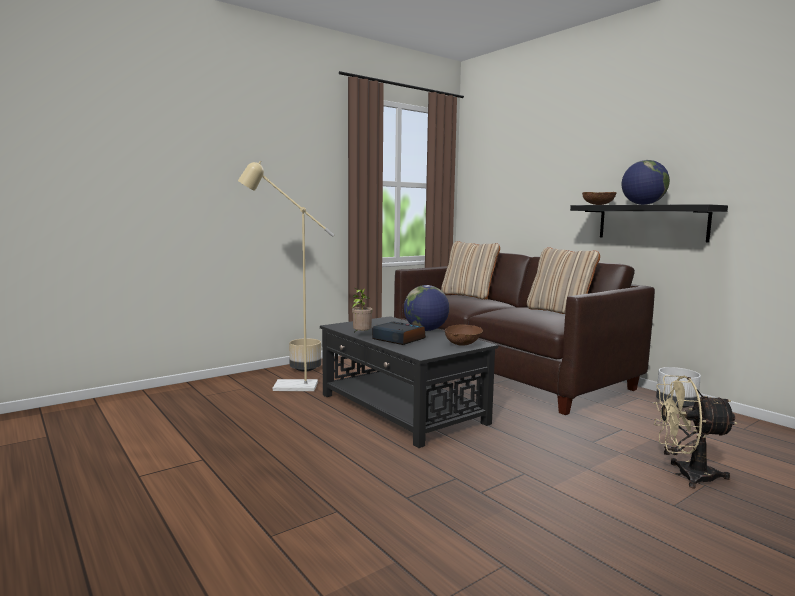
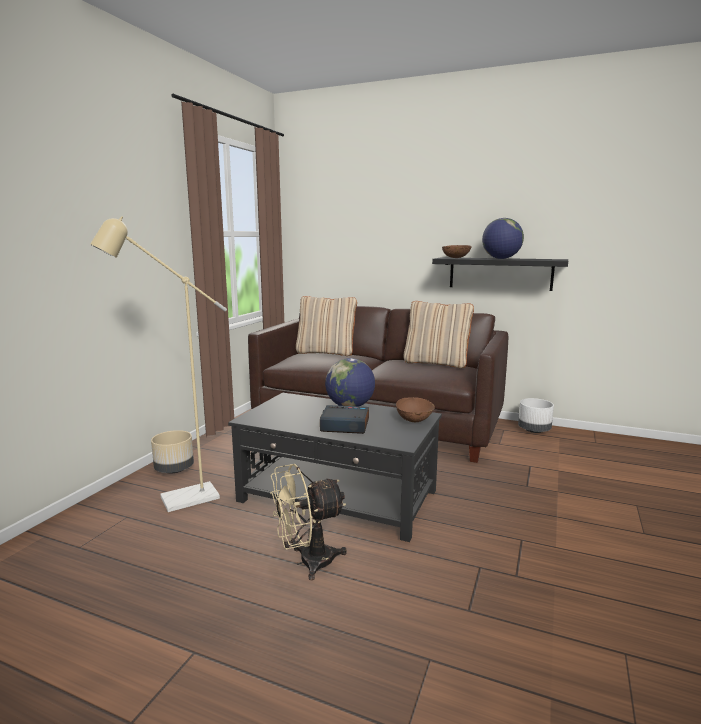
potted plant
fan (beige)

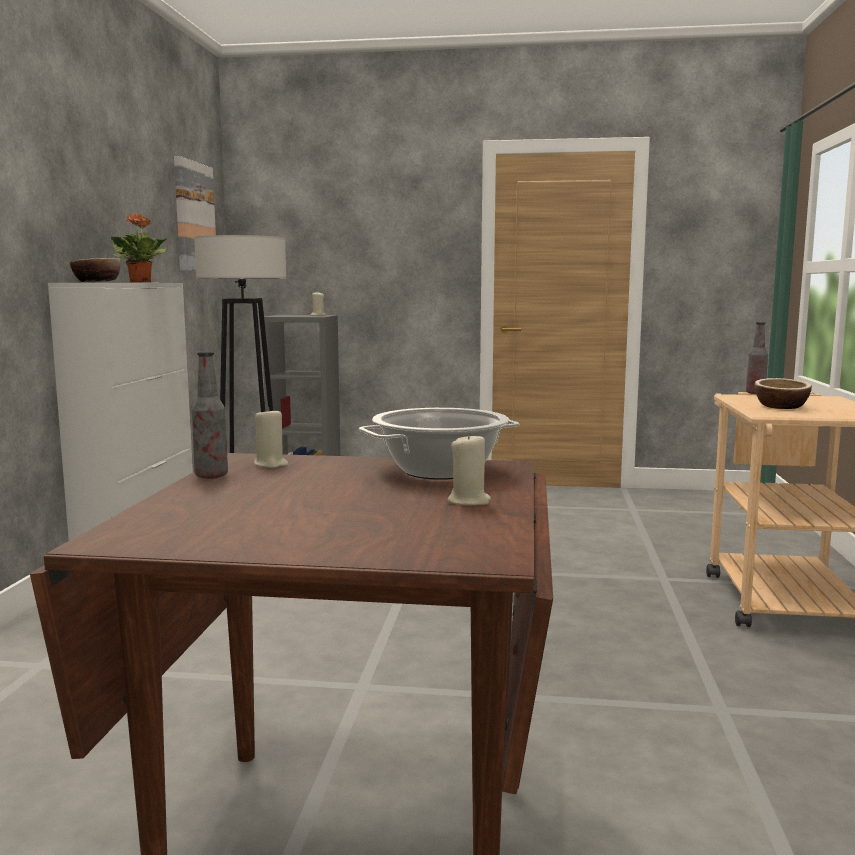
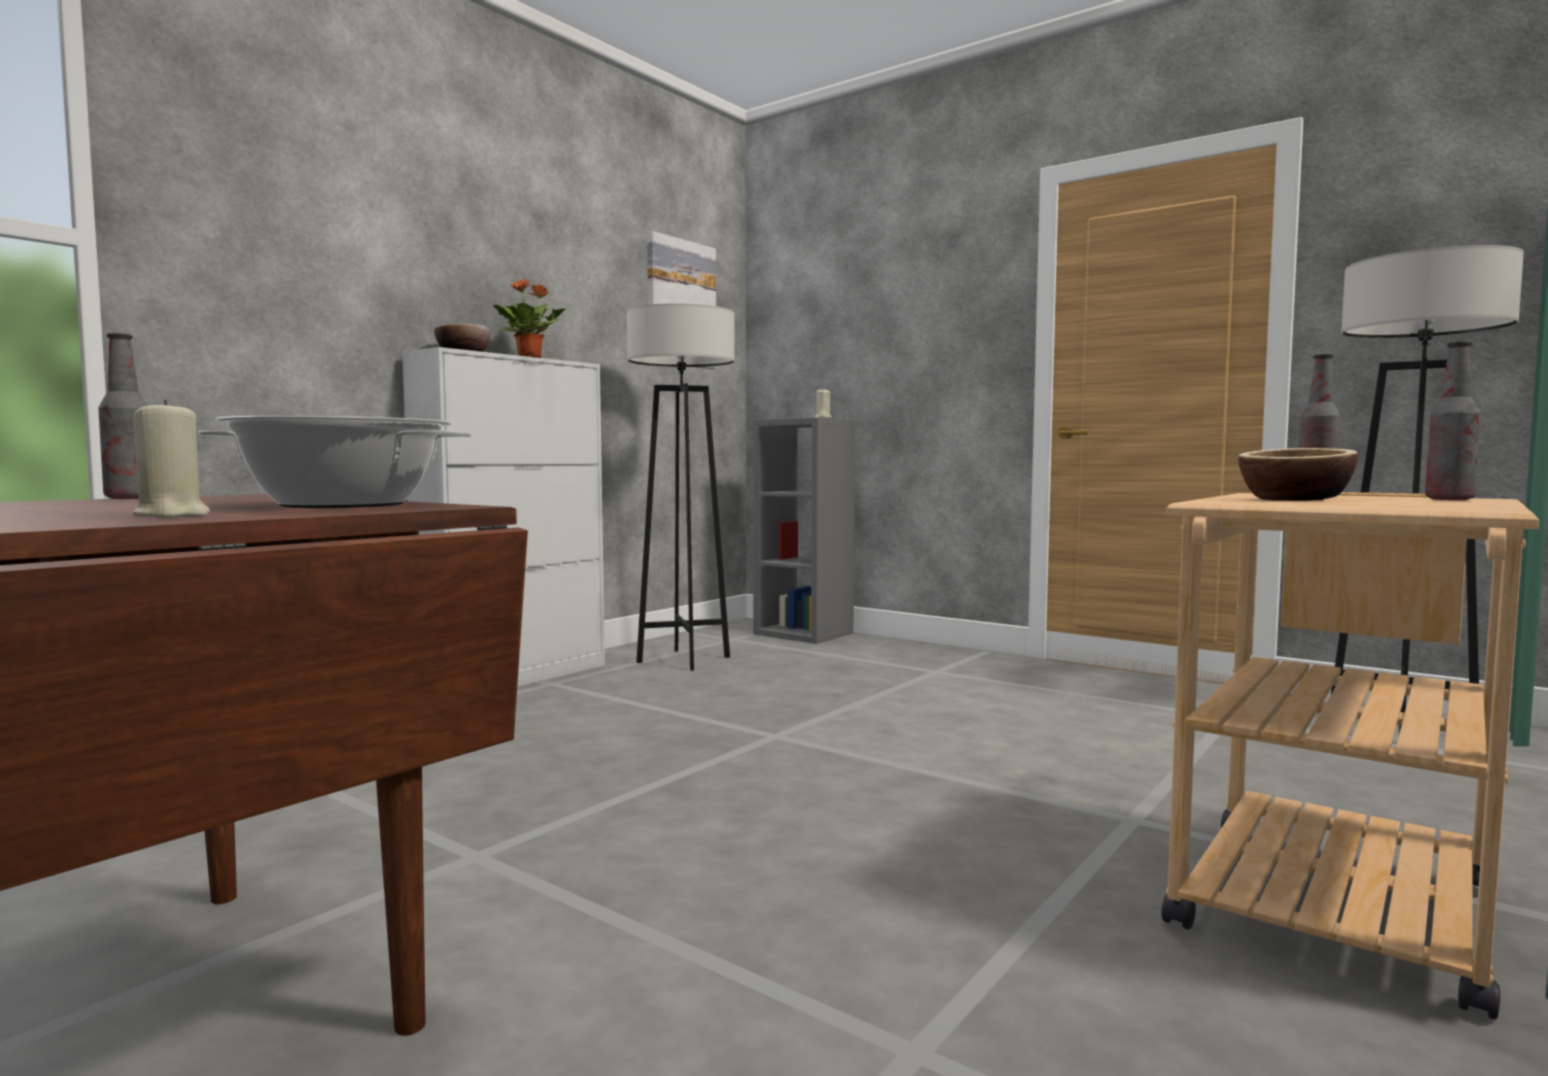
candle (beige) (no. 1 from left in the first image)
floor lamp (black) (no. 2 from left)
bottle (no. 3 from left)

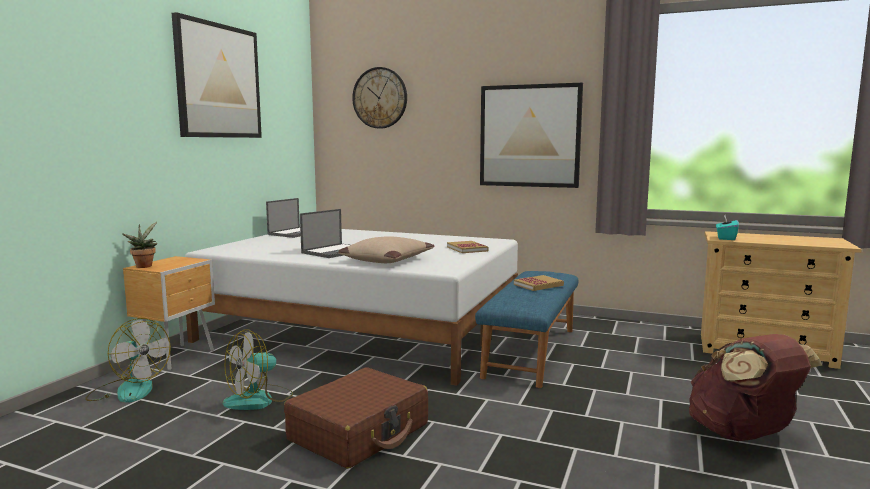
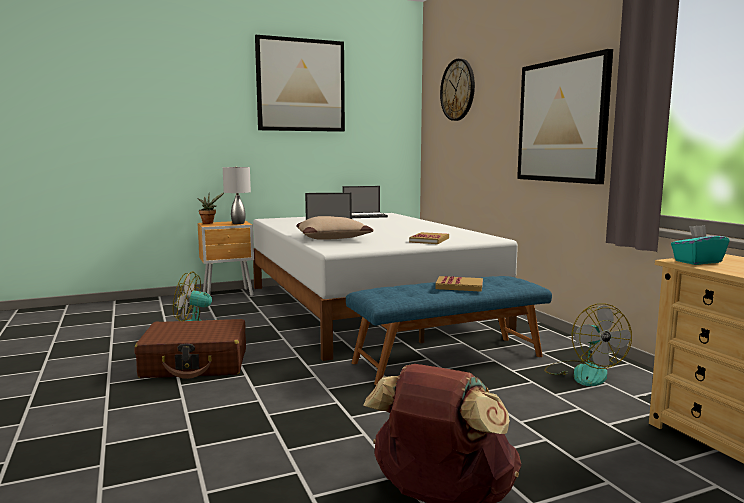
fan (no. 2 from left)
table lamp (grey)

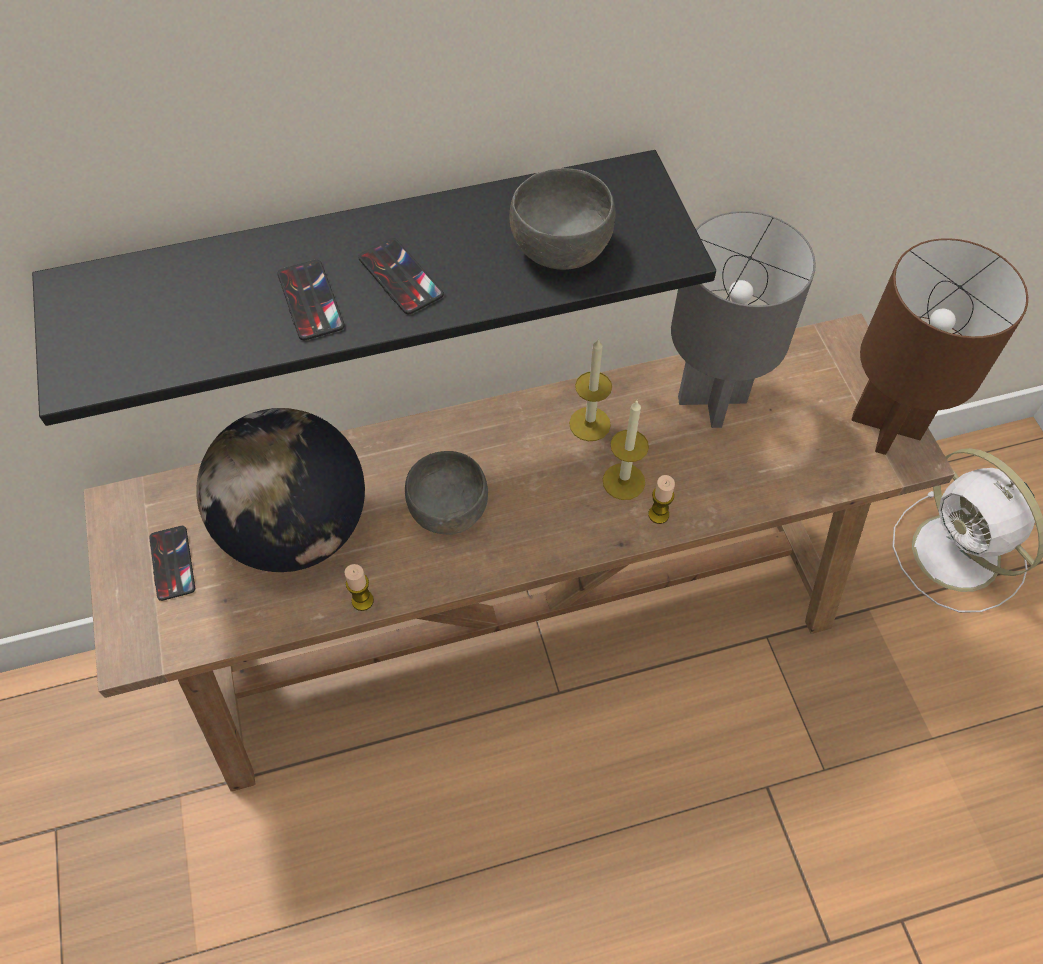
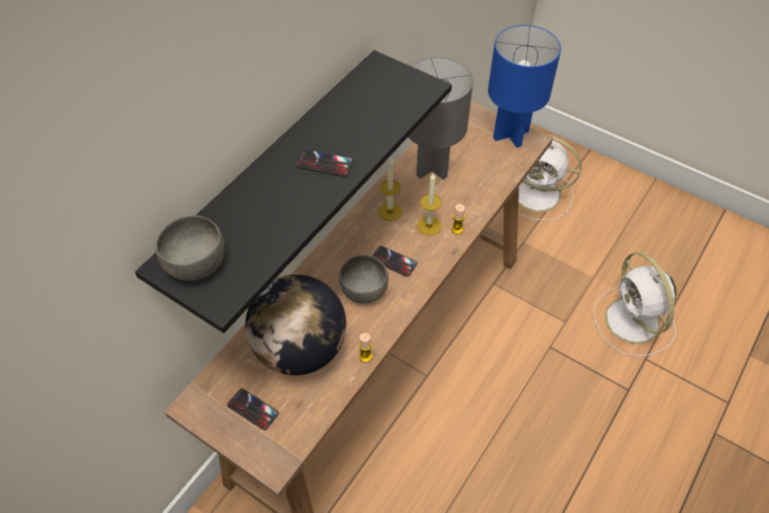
phone (no. 3 from left)
bowl (grey) (no. 1 from left)
table lamp (blue)
fan (white) (no. 2 from left)

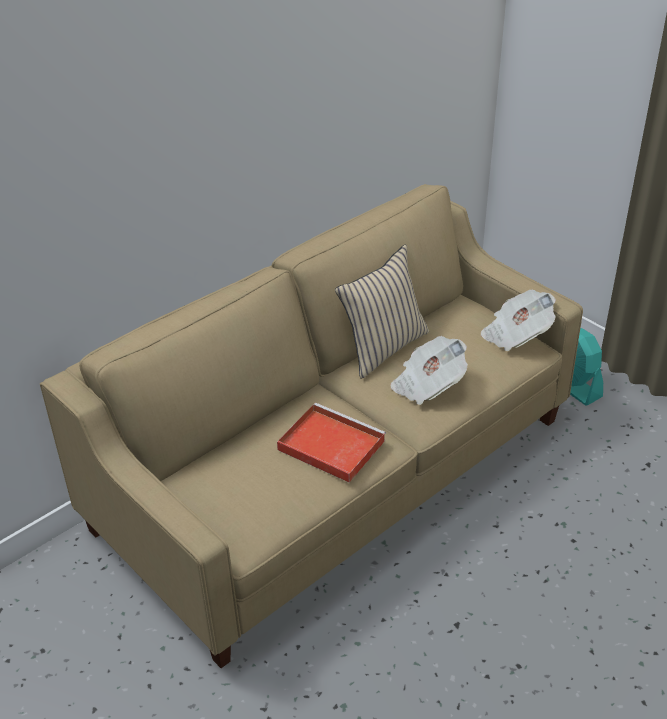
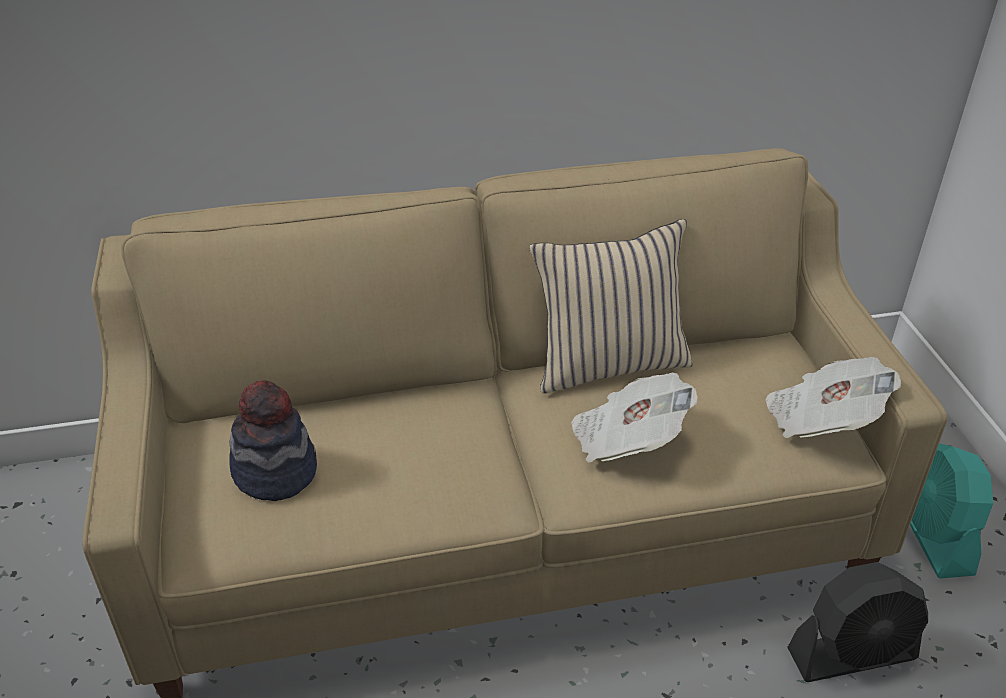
tray (red)
hat
fan (black)

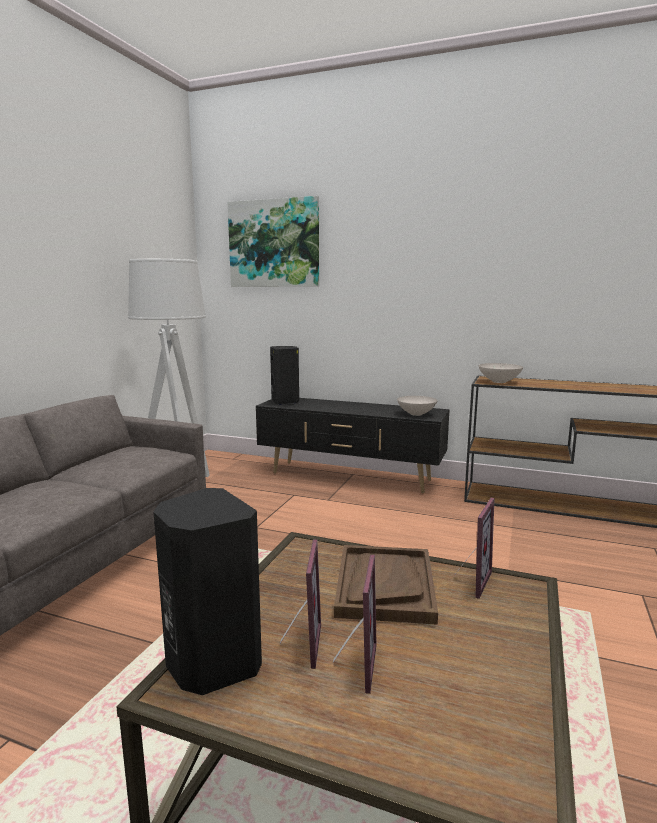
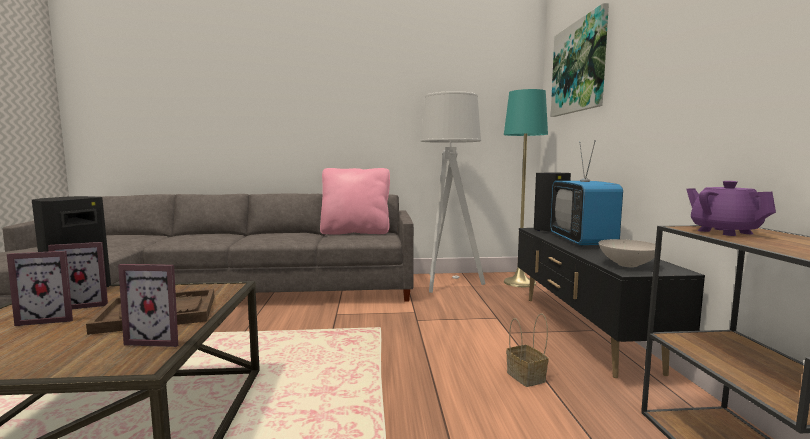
teapot (purple)
pillow (pink)
floor lamp (turquoise)
basket
television

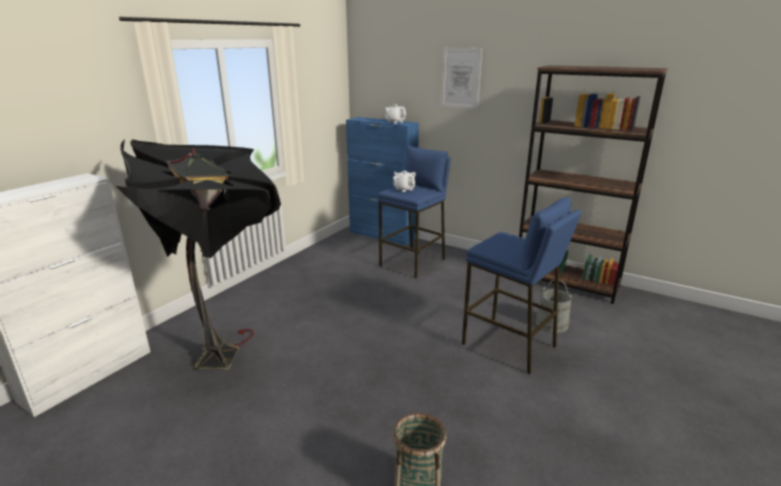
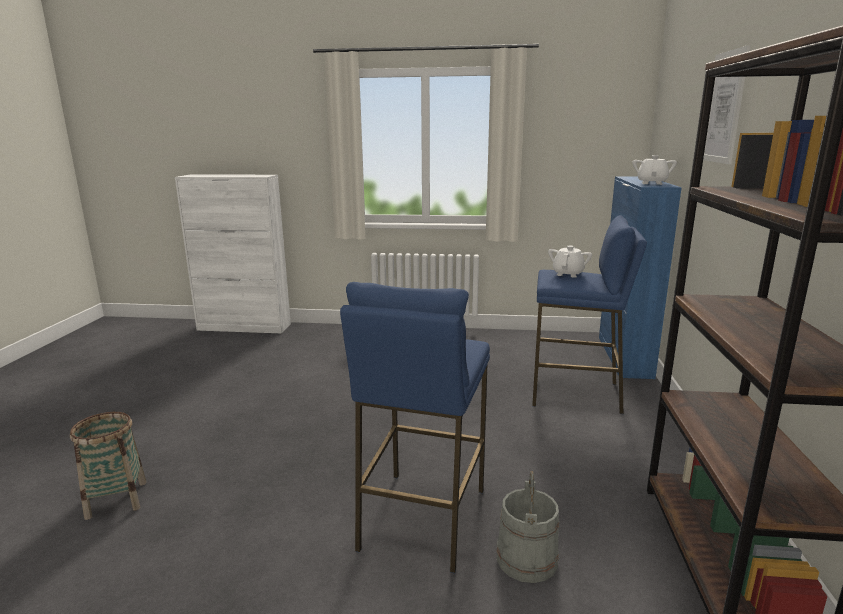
floor lamp (black)

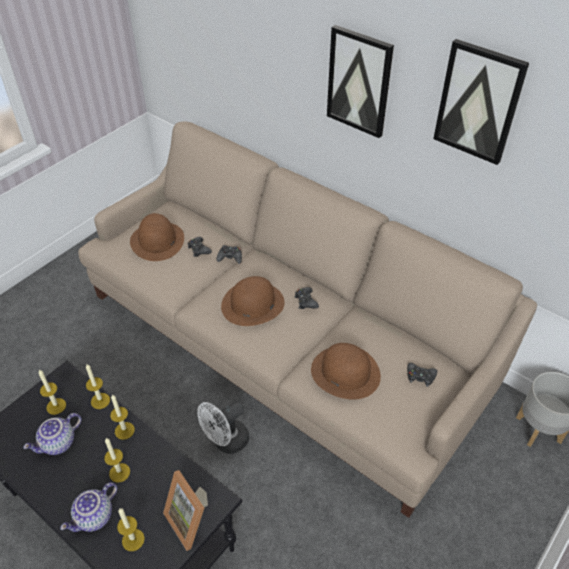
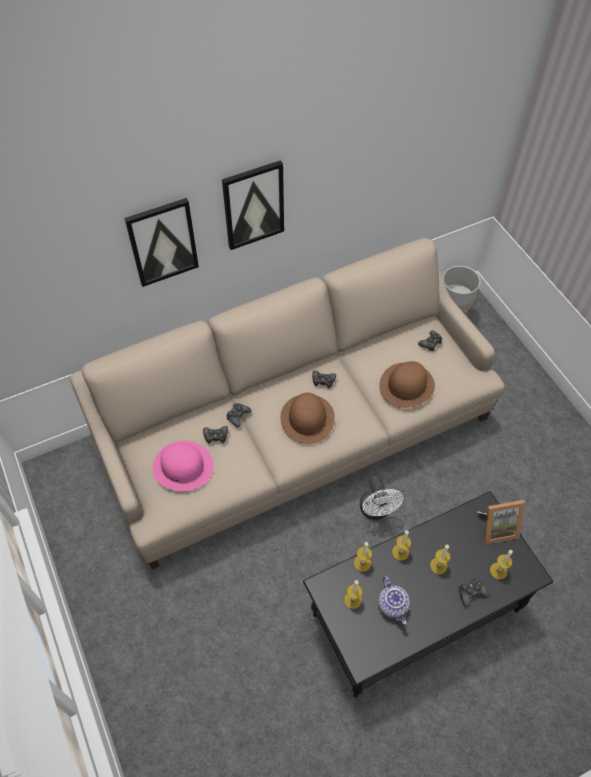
game controller (black) (no. 5 from left)
hat (pink)
picture (no. 1 from left)

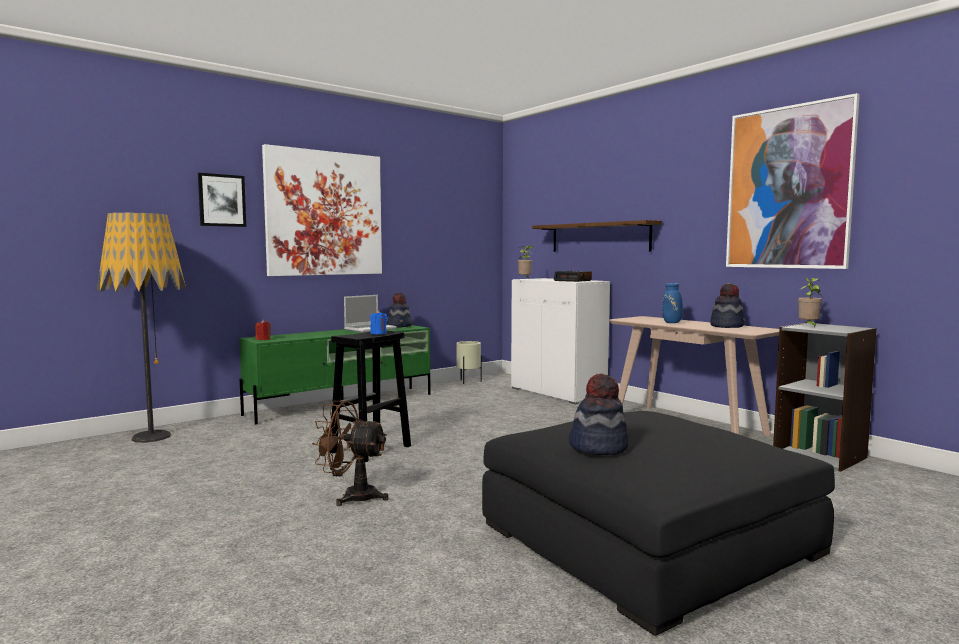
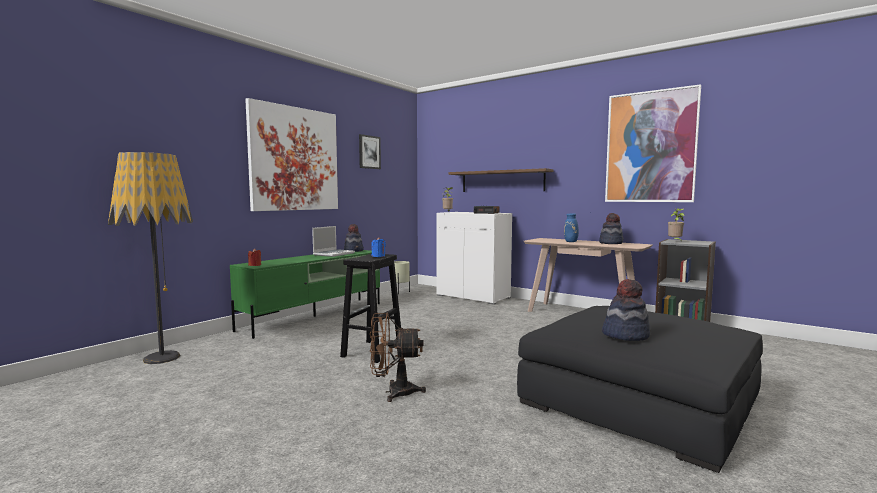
picture (no. 2 from left)

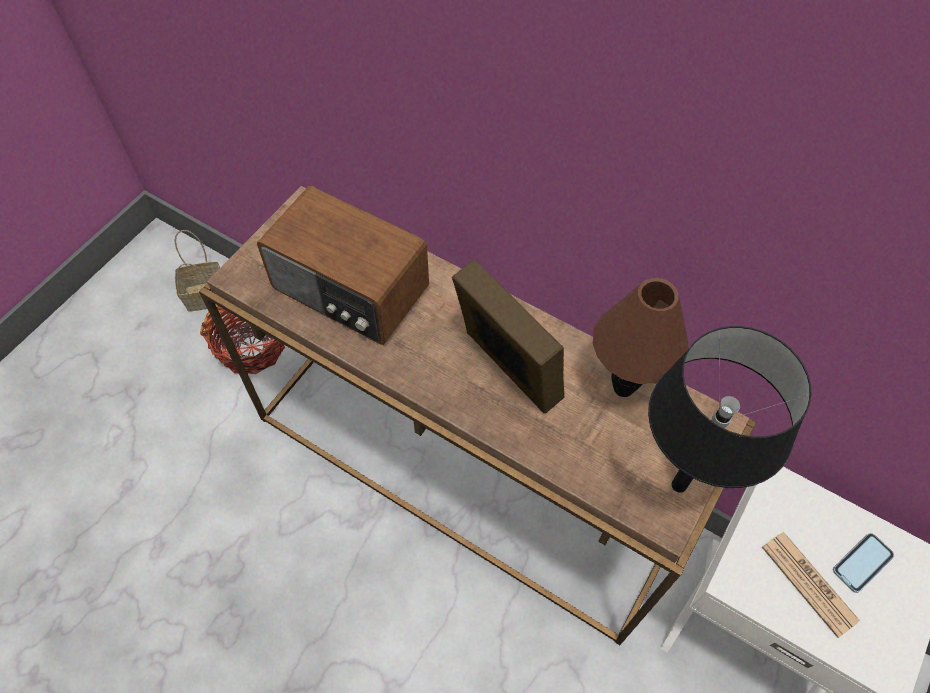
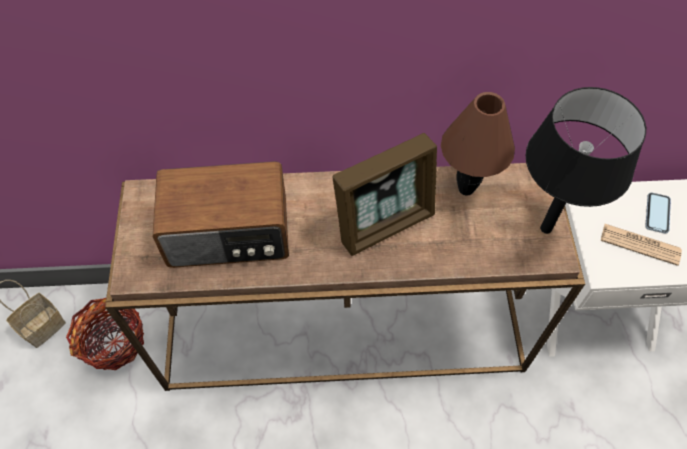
picture frame

